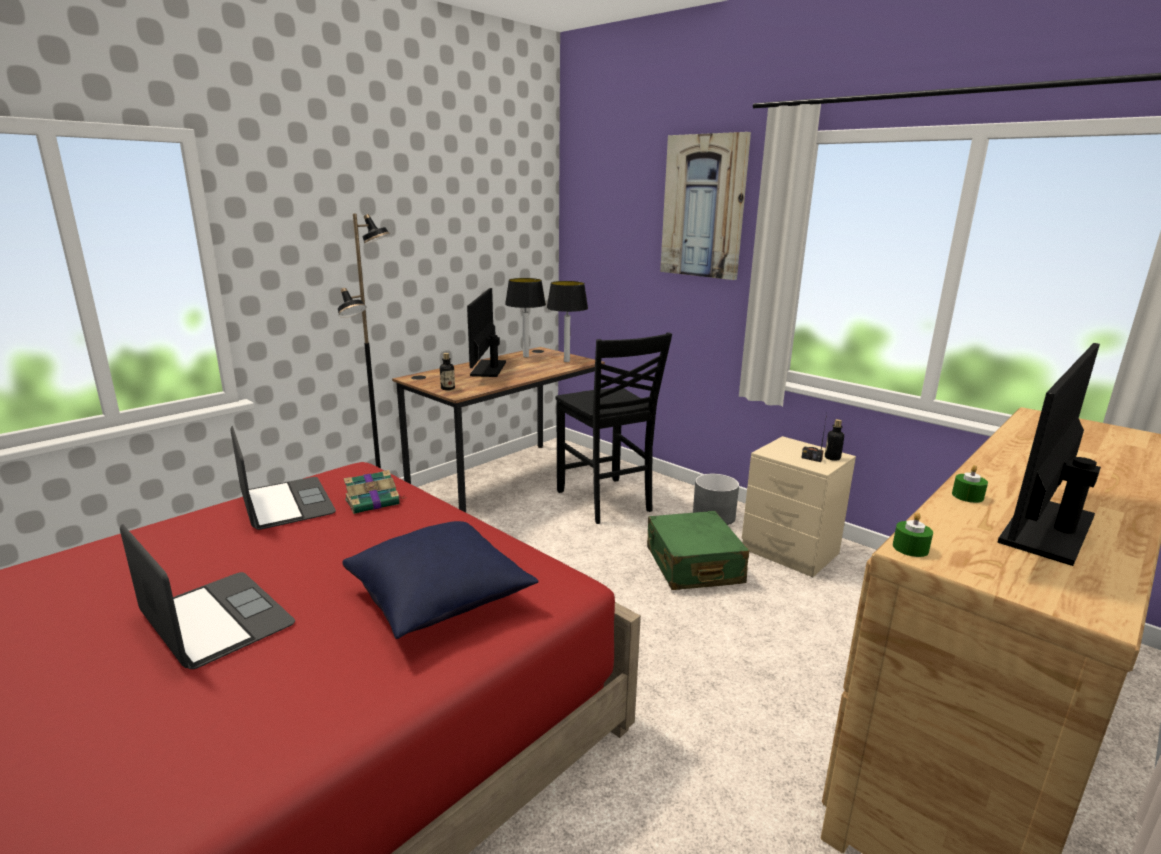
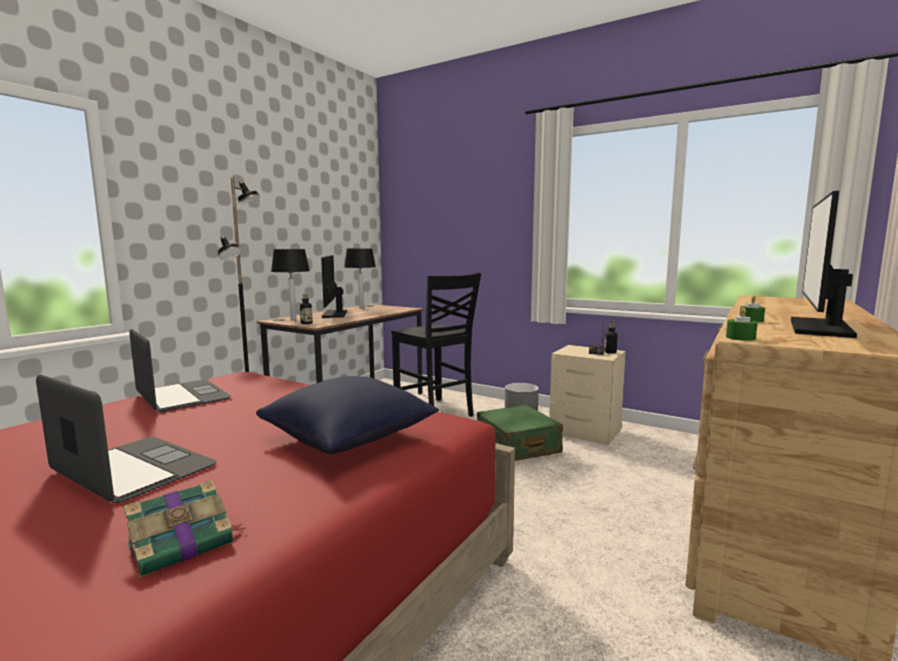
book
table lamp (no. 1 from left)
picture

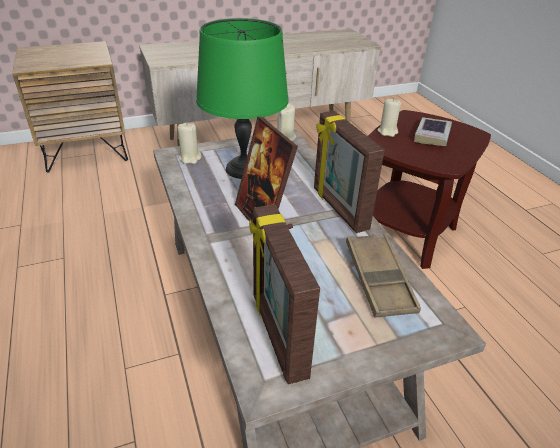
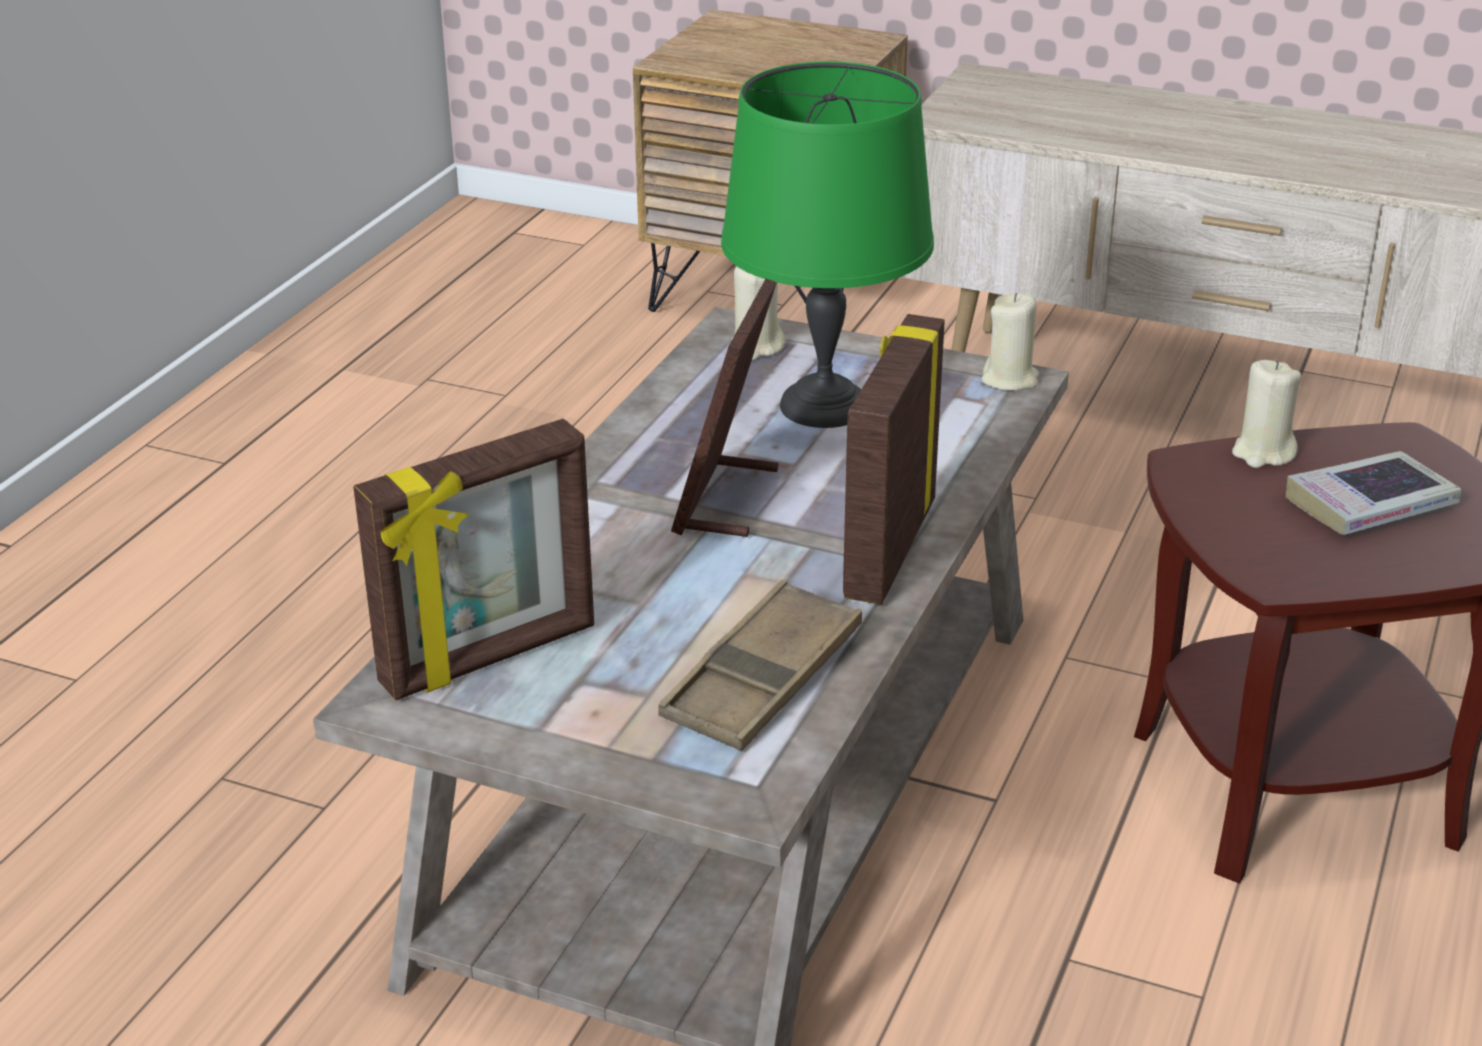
picture frame (no. 1 from left)

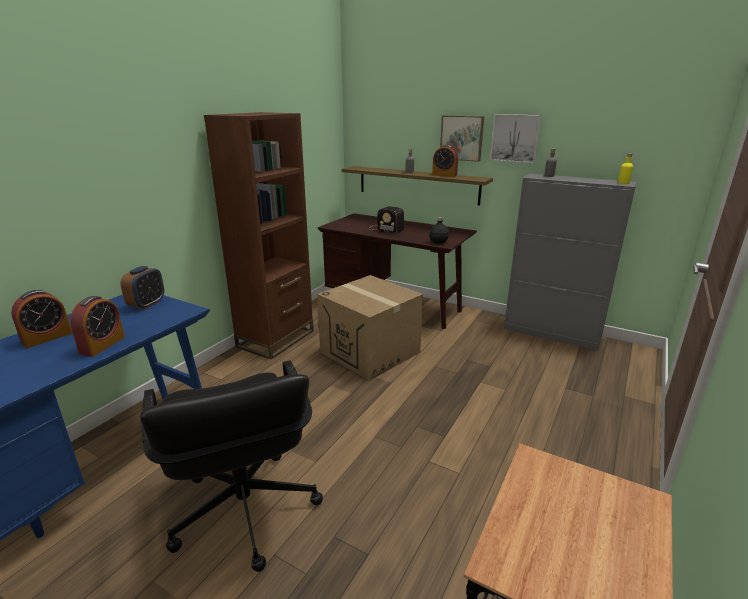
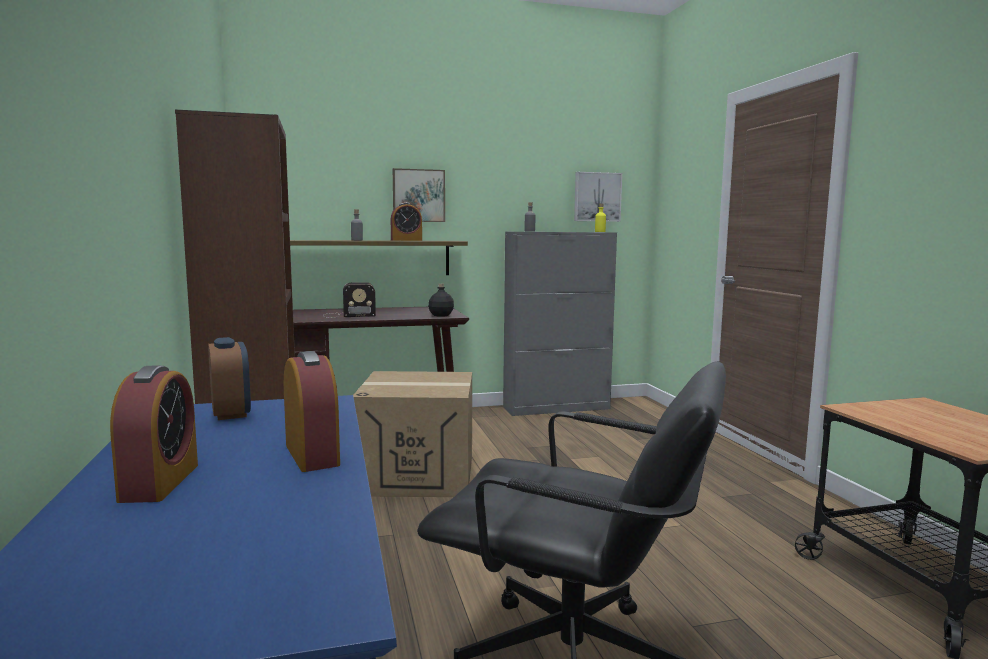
picture (no. 2 from left)

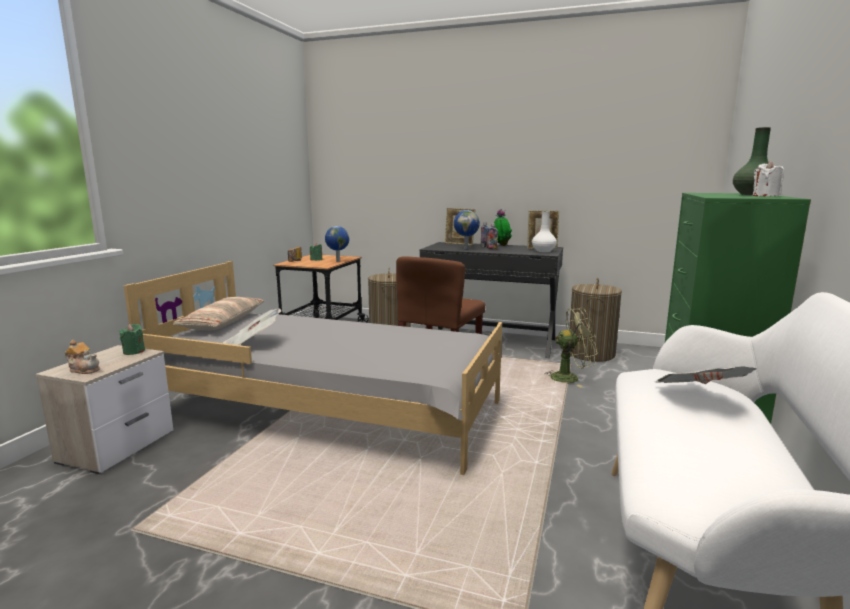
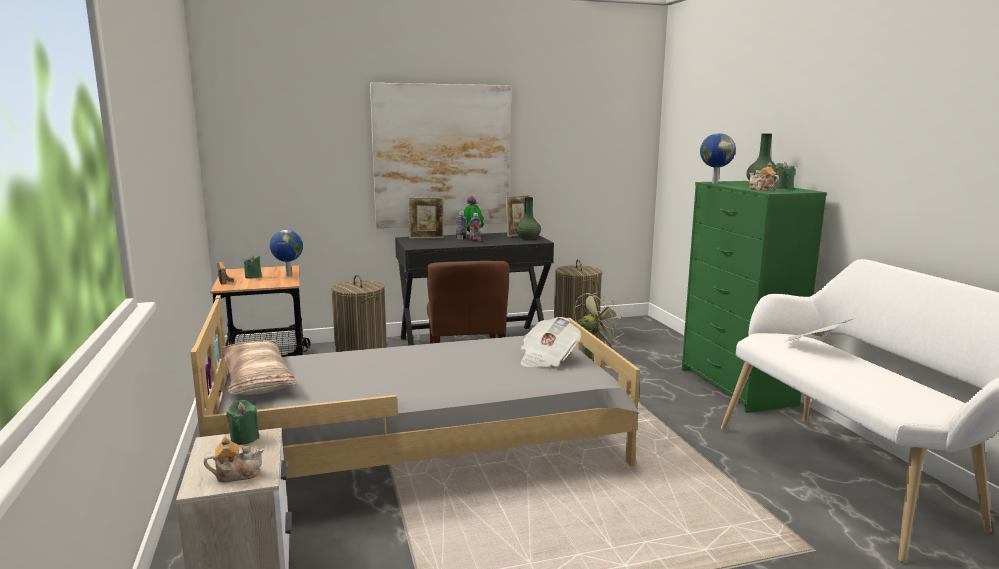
newspaper (no. 1 from left)
globe (no. 2 from left)
vase (green) (no. 1 from left)
candle (green) (no. 3 from left)
picture
teapot (no. 2 from left)

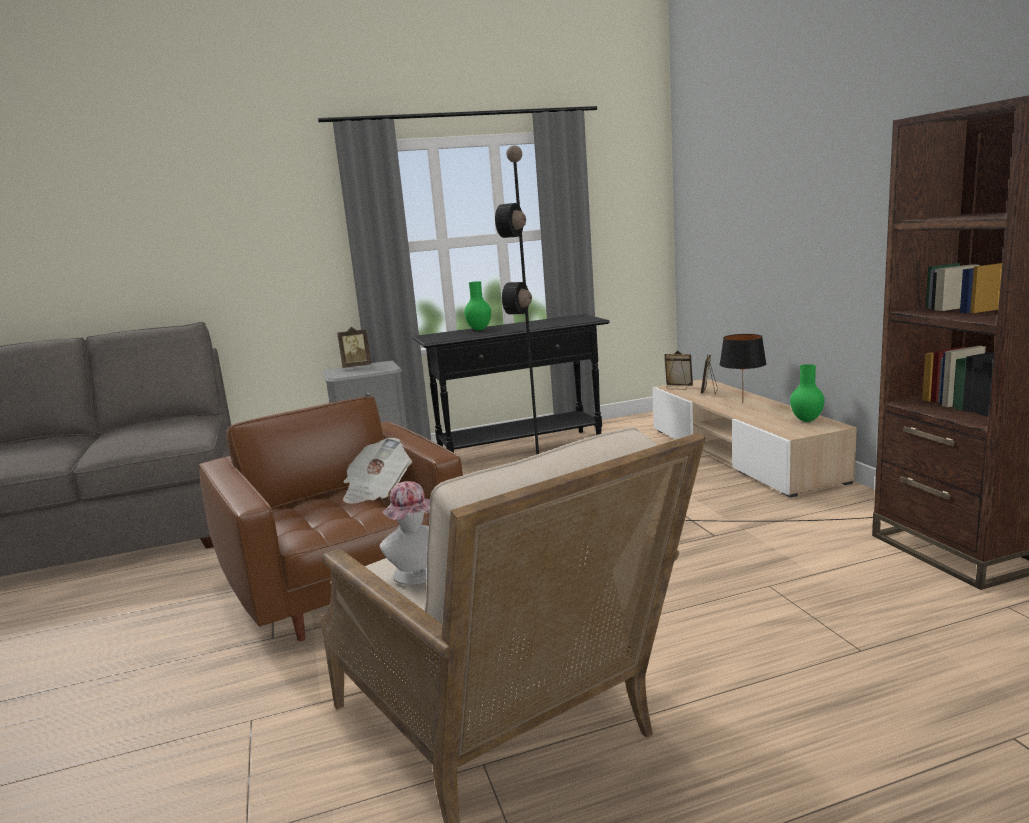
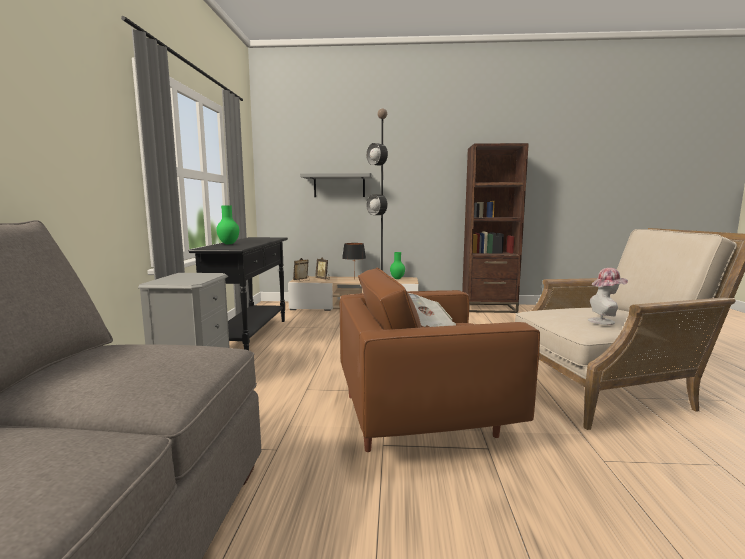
picture frame (no. 1 from left in the first image)
shelf (grey)

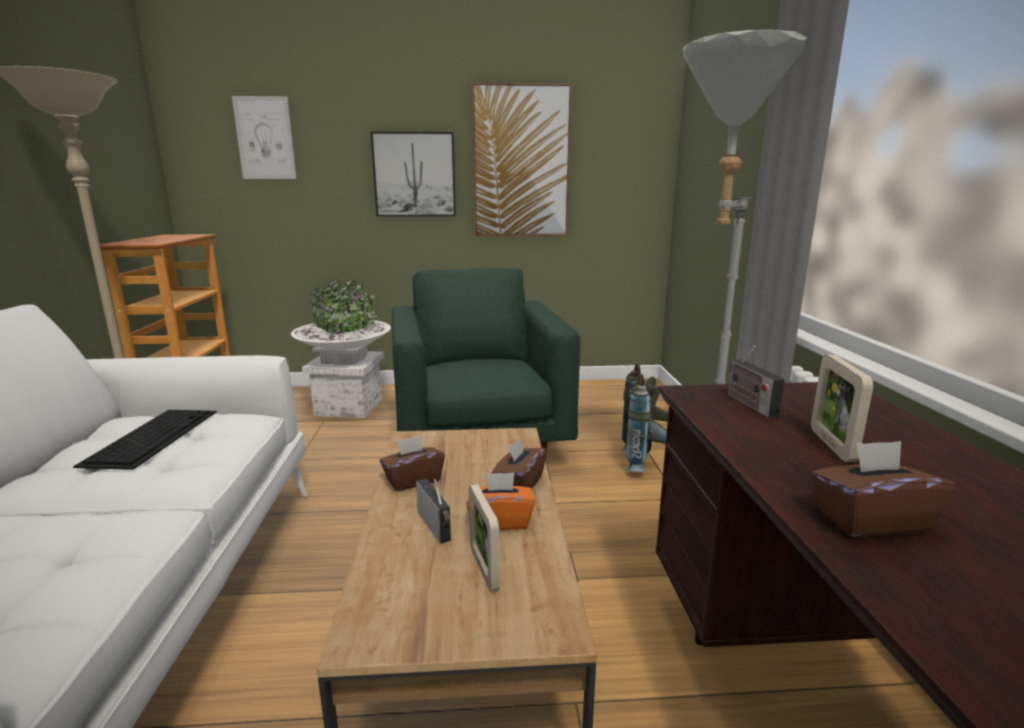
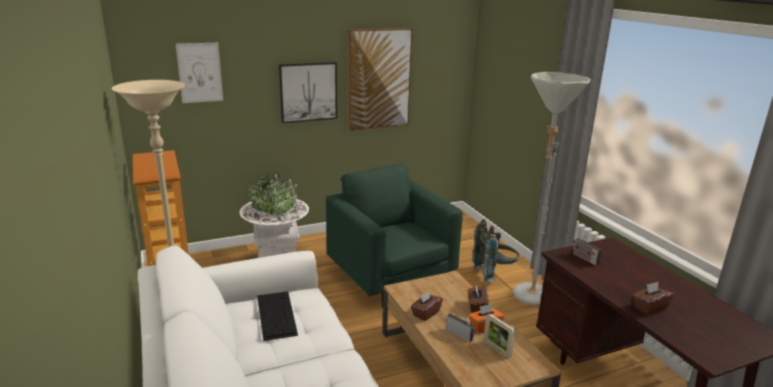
picture frame (no. 2 from left in the first image)

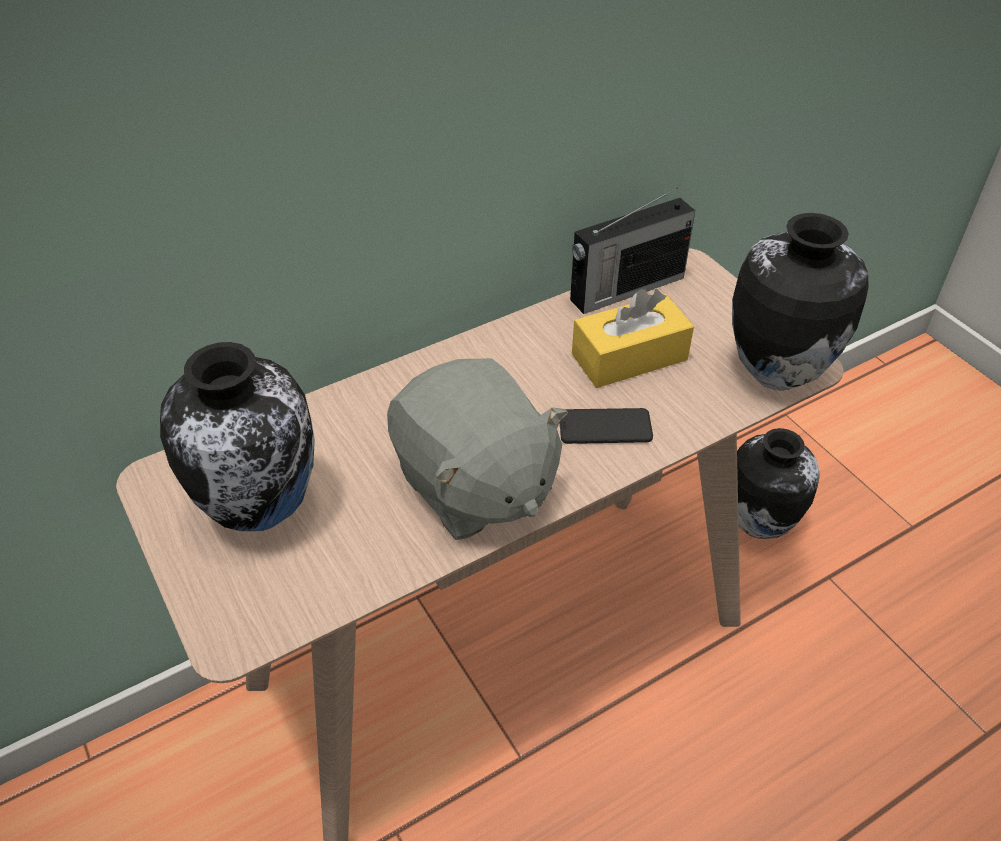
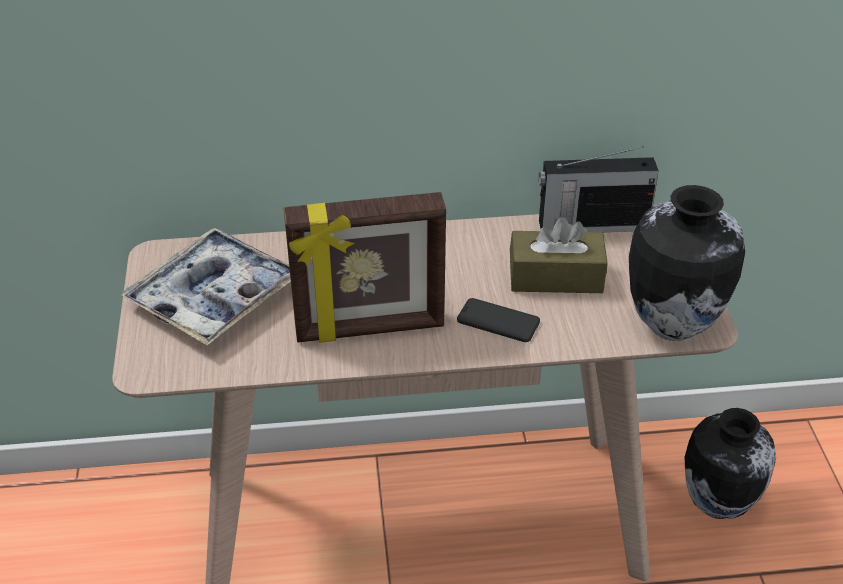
tray
picture frame
tissue box (brown)

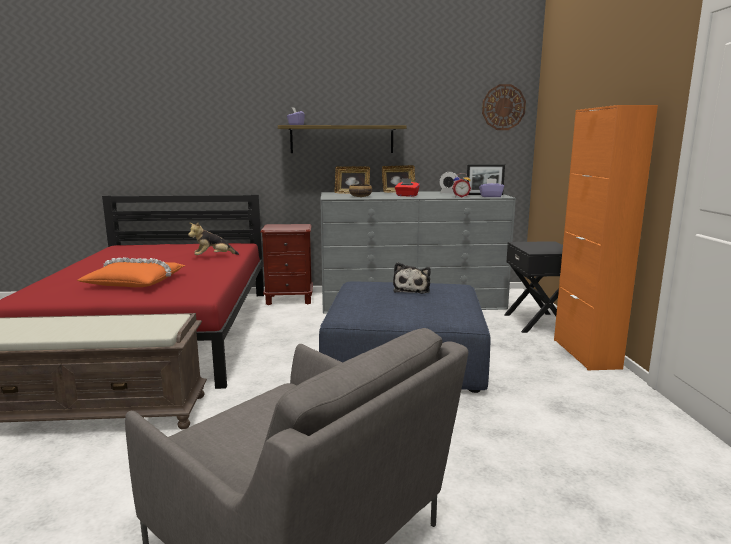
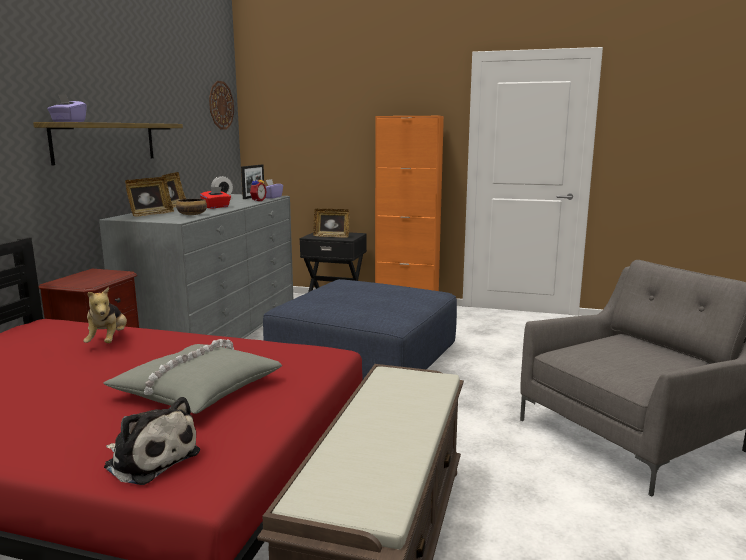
pillow (grey)
plush toy (no. 2 from left)
picture frame (no. 4 from left)

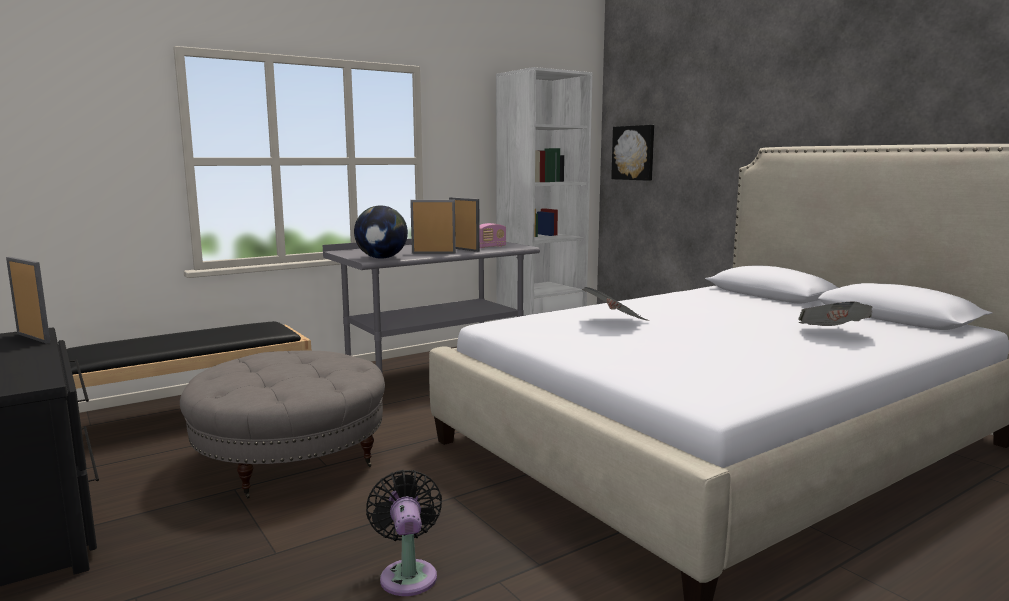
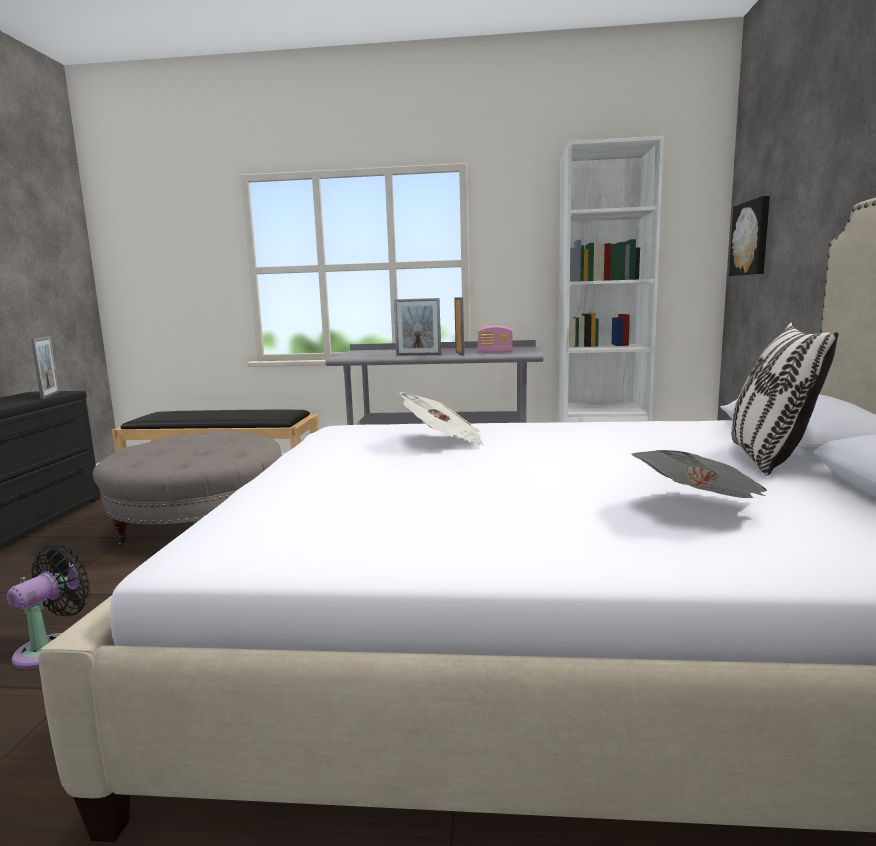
globe
picture frame (no. 2 from left)
pillow

